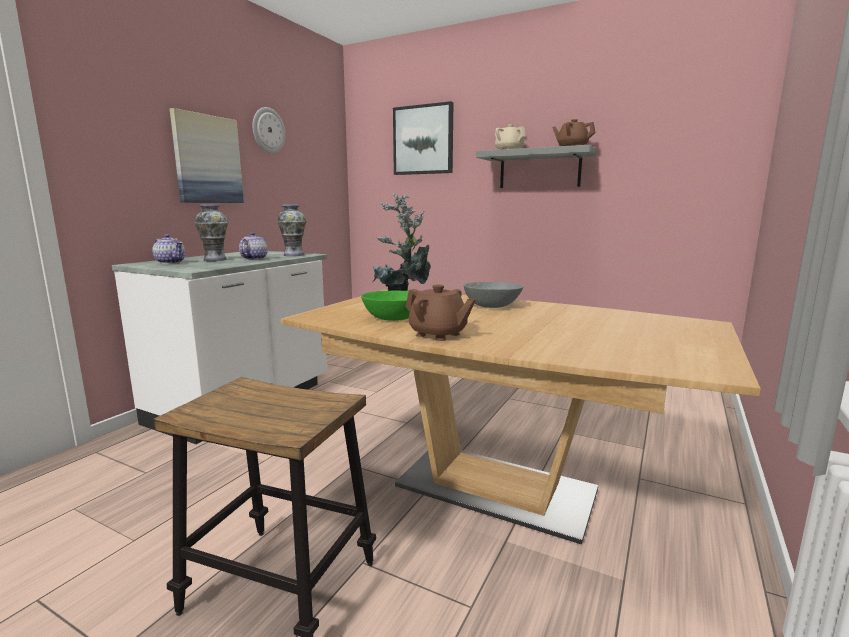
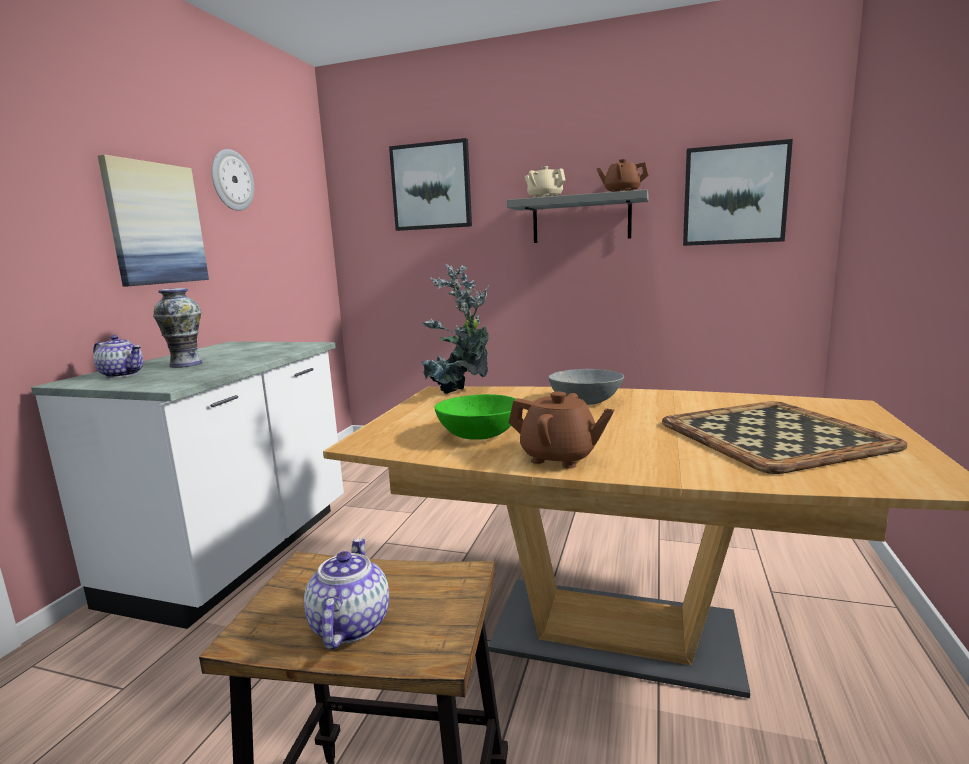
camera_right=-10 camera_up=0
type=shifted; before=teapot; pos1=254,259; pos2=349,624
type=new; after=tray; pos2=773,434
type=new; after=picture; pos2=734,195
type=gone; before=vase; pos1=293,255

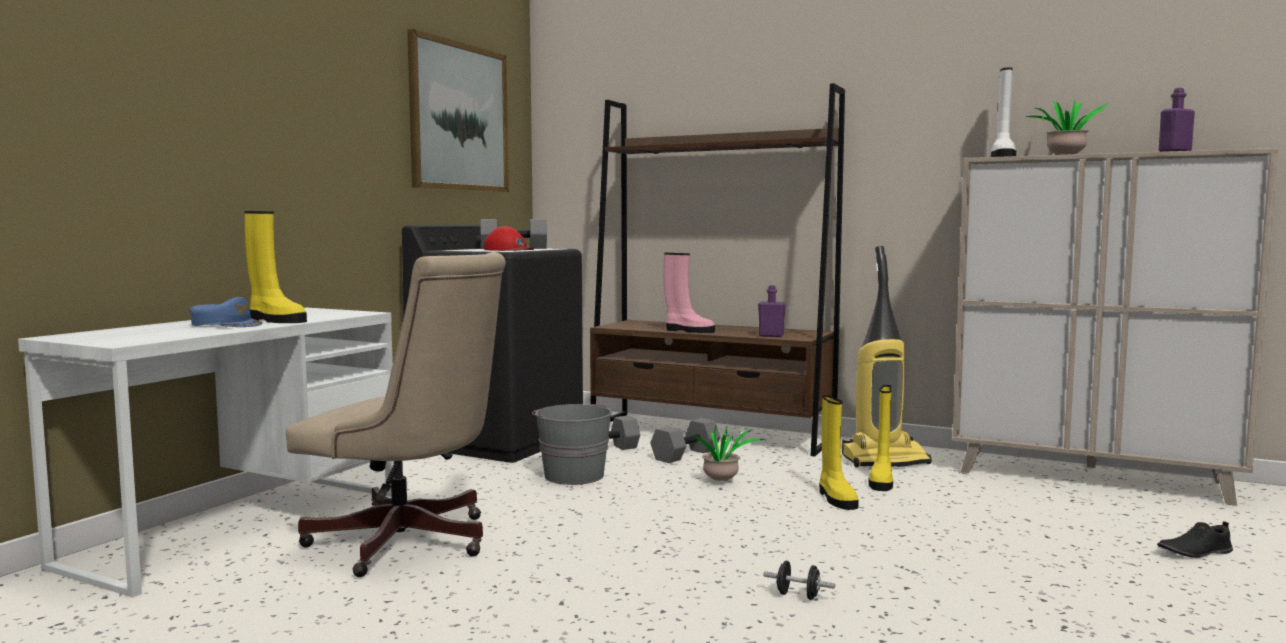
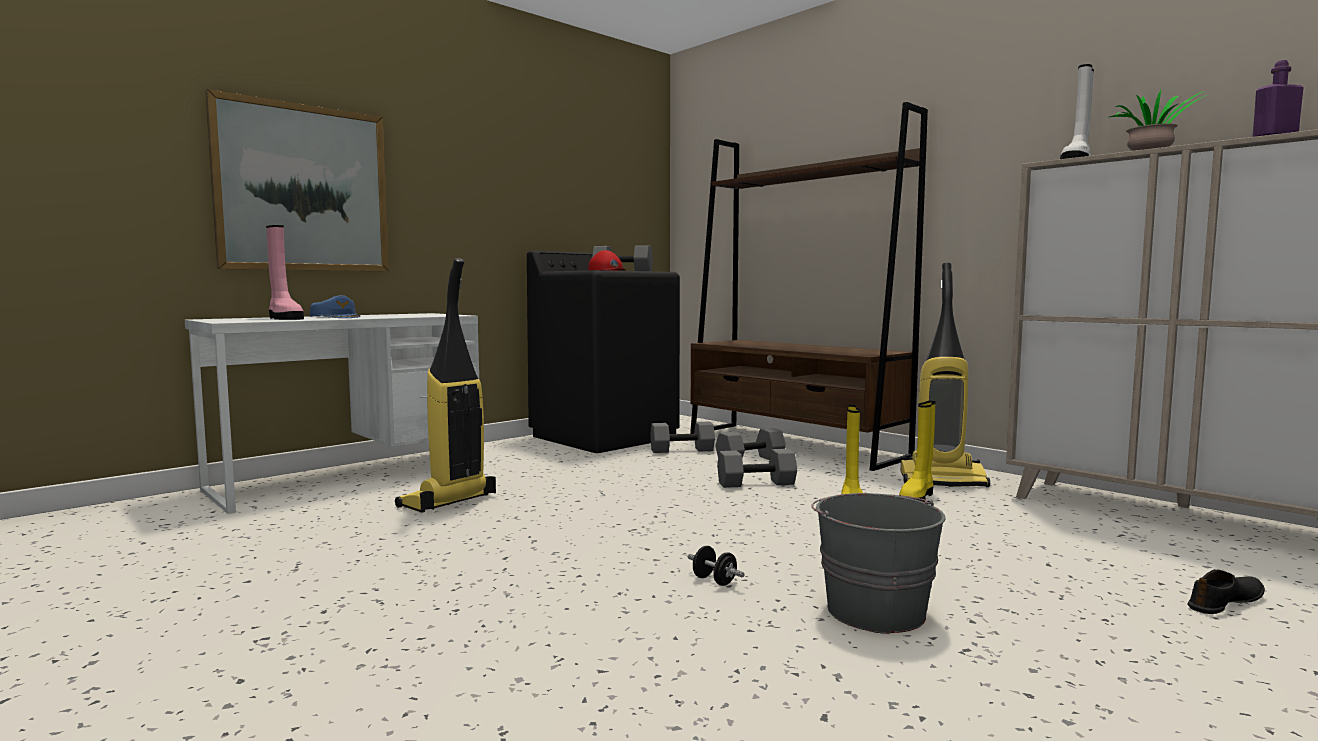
camera_right=20 camera_up=0
type=shifted; before=picture; pos1=459,117; pos2=303,188
type=shifted; before=boot (pink); pos1=688,331; pos2=284,318
type=swapped; before=office chair (beige); after=vacuum cleaner; pos1=410,544; pos2=447,502
type=swapped; before=potted plant; after=dumbbell (grey); pos1=721,482; pos2=756,483
type=shifted; before=bucket (grey); pos1=573,475; pos2=873,610
type=rotated; before=shoe (black); pos1=1194,552; pos2=1226,602; turn=150
type=gone; before=boot (yellow); pos1=275,320
type=gone; before=bottle (purple); pos1=771,336

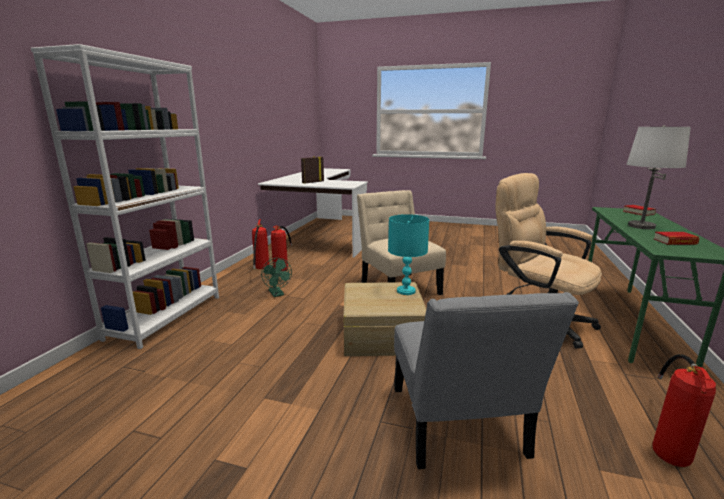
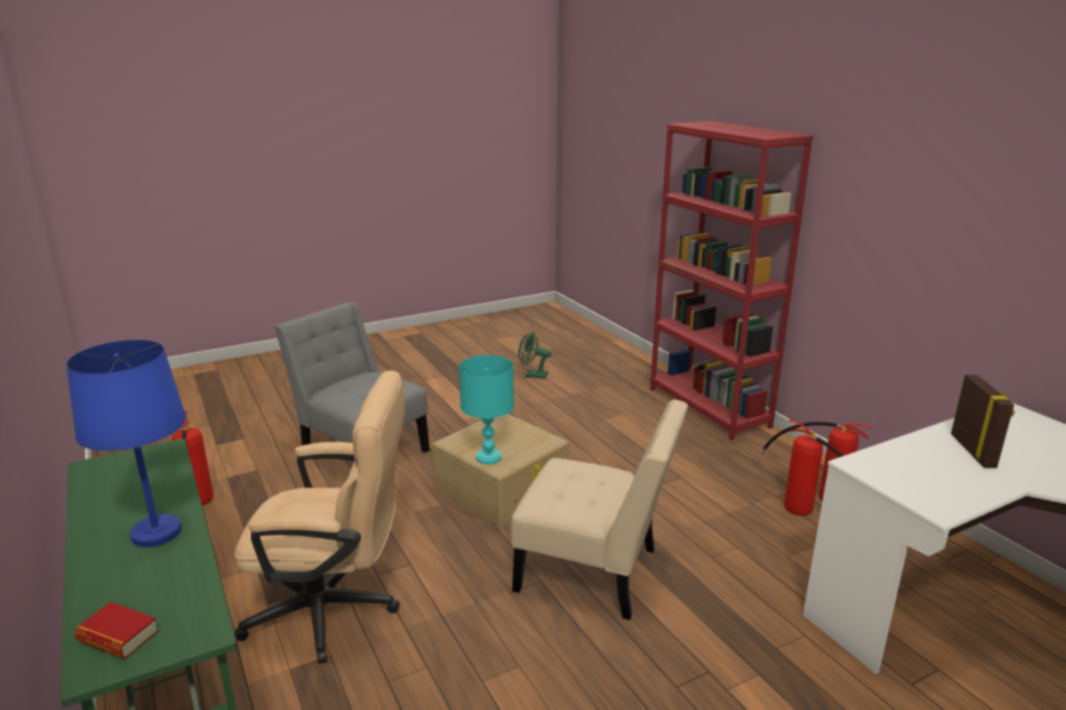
camera_right=135 camera_up=5
type=repainted; before=table lamp (white); after=table lamp (blue); pos1=641,226; pos2=157,532
type=shifted; before=fan (green); pos1=277,294; pos2=532,375
type=repainted; before=bookcase (white); after=bookcase (red); pos1=166,316; pos2=708,407
type=gone; before=book; pos1=675,242

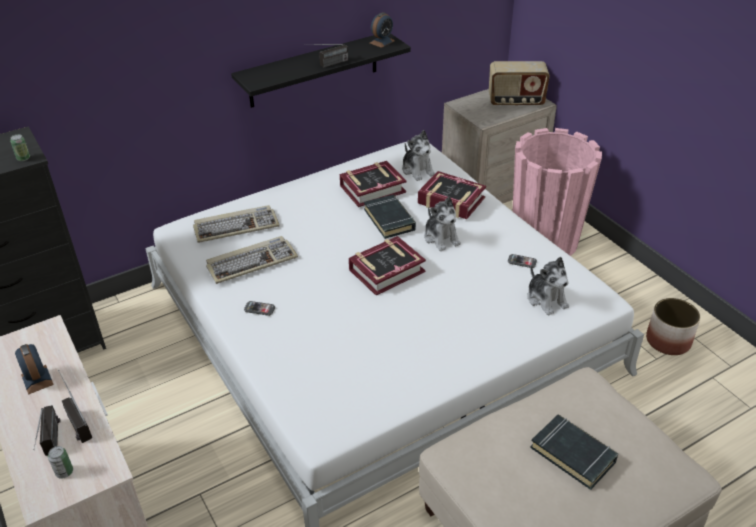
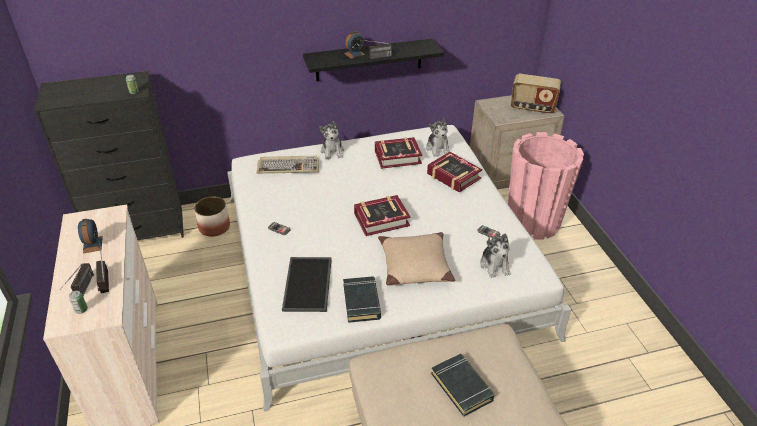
camera_right=15 camera_up=0
type=shifted; before=planter; pos1=668,341; pos2=215,227
type=new; after=tray; pos2=309,284
type=shifted; before=plush toy; pos1=441,238; pos2=332,151
type=shifted; before=book (black); pos1=389,220; pos2=362,302
type=shifted; before=alarm clock; pos1=382,42; pos2=354,54
type=new; after=pillow (beige); pos2=414,265
type=gone; before=keyboard; pos1=252,262

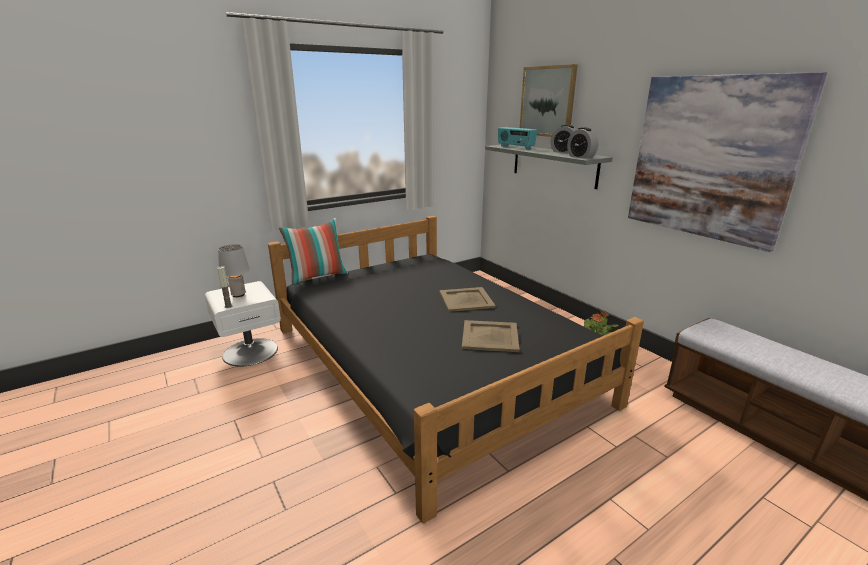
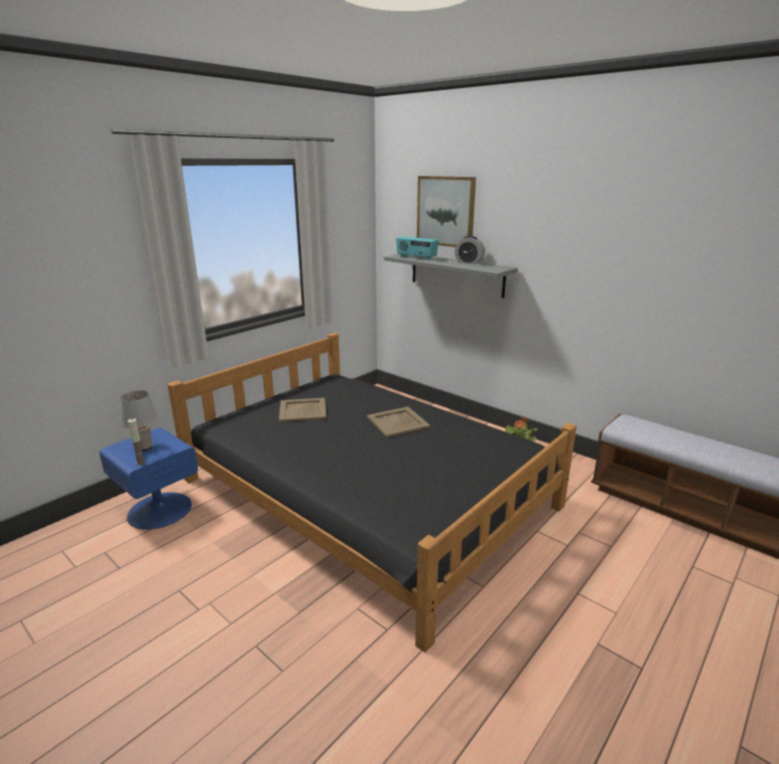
camera_right=-15 camera_up=0
type=repainted; before=nightstand (white); after=nightstand (blue); pos1=250,351; pos2=159,509
type=shifted; before=tray (beige); pos1=490,336; pos2=303,410
type=gone; before=pillow; pos1=317,276
type=gone; before=alarm clock; pos1=581,157
type=gone; before=picture; pos1=710,158

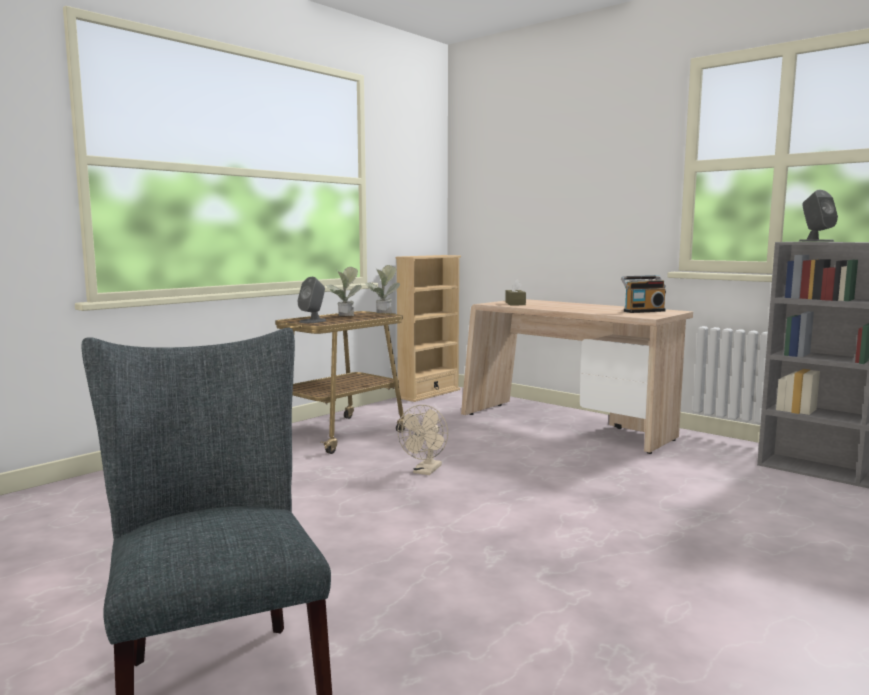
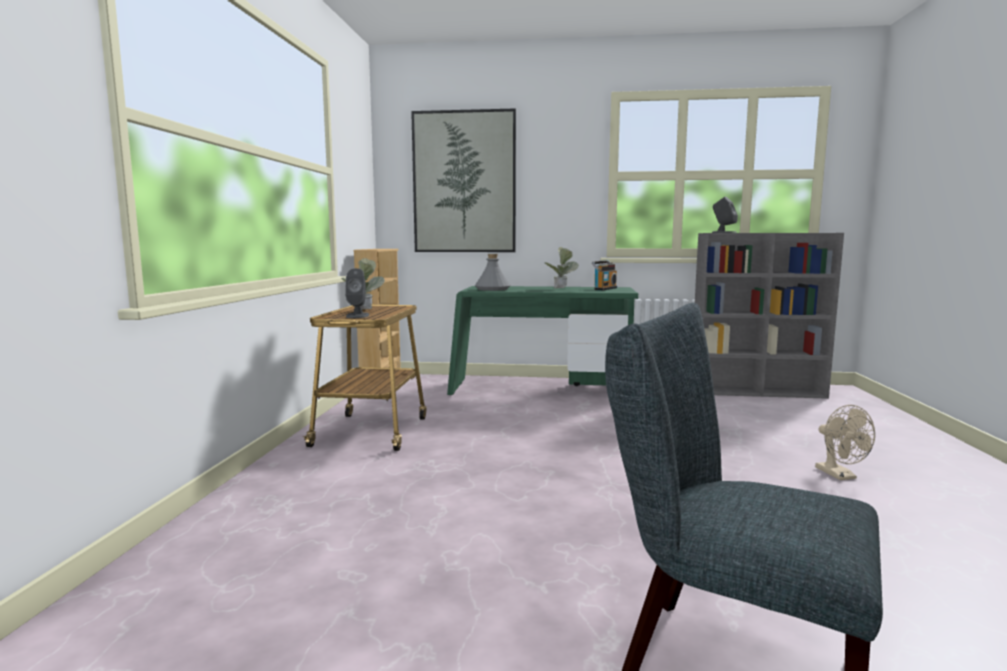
camera_right=-35 camera_up=0
type=new; after=picture; pos2=464,182
type=repainted; before=desk (beige); after=desk (green); pos1=567,426; pos2=540,390
type=swapped; before=tissue box (brown); after=bottle (grey); pos1=515,303; pos2=492,289
type=shifted; before=potted plant; pos1=382,314; pos2=561,289
type=shifted; before=fan (beige); pos1=425,471; pos2=840,475

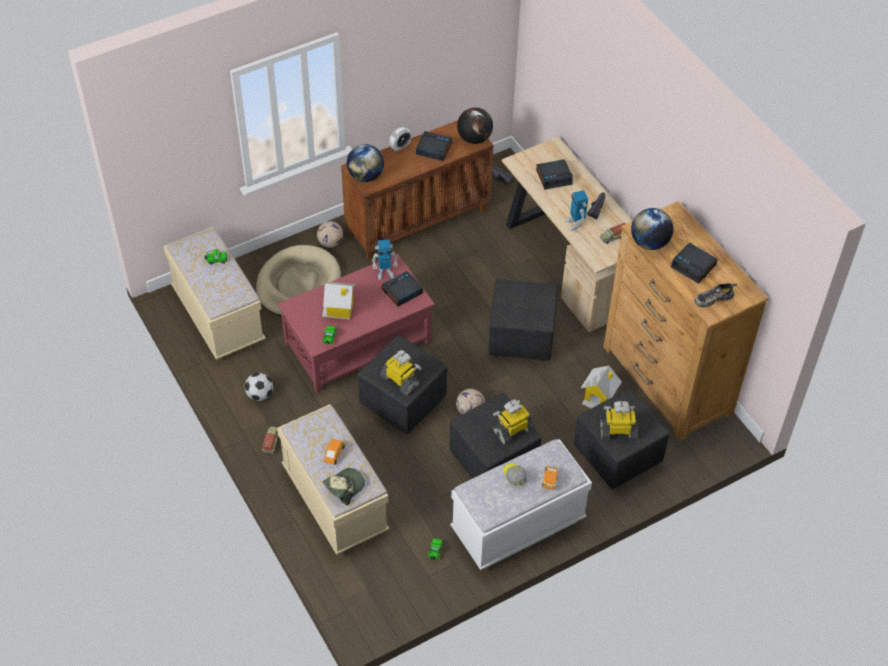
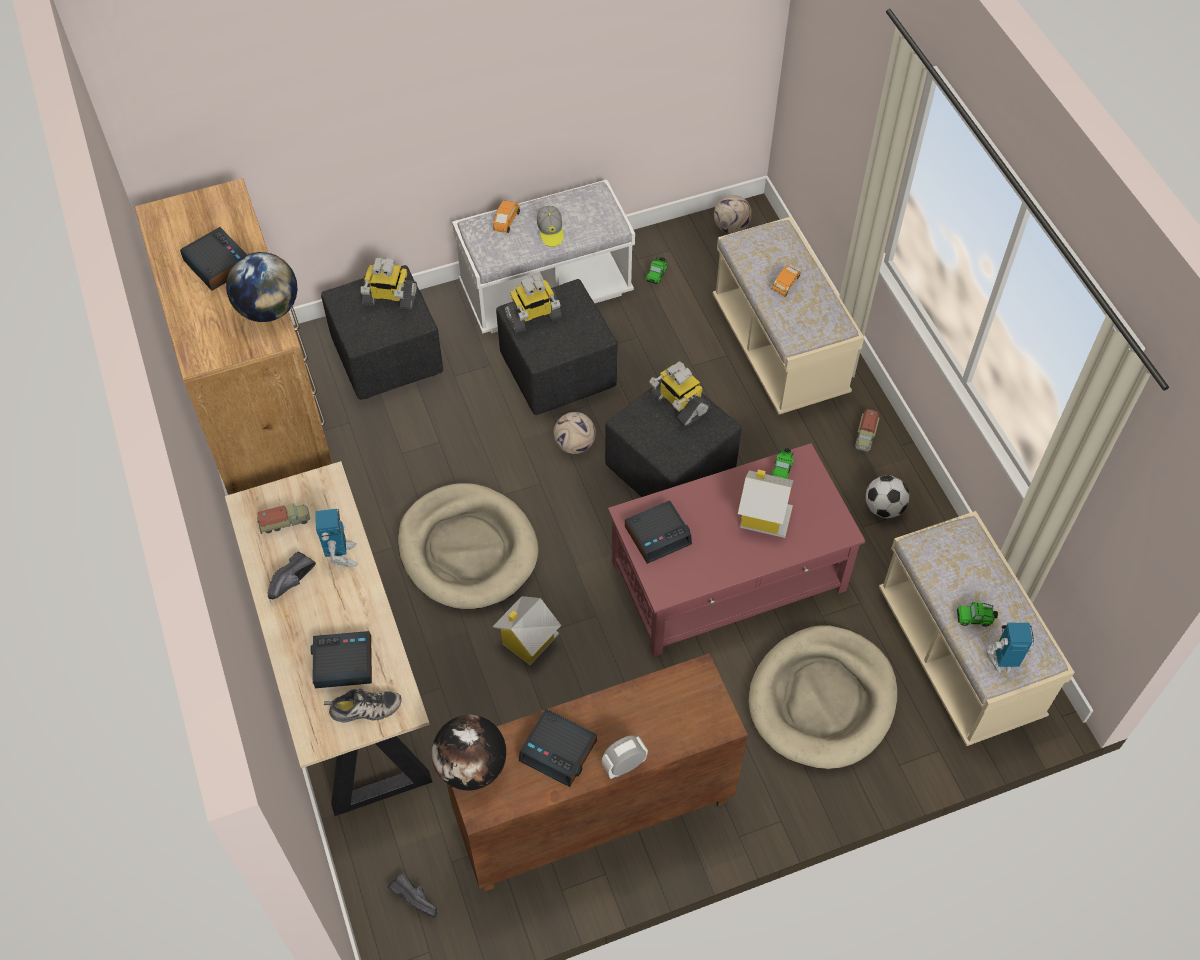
camera_right=-170 camera_up=5
type=shifted; before=shoe; pos1=713,297; pos2=365,710
type=swapped; before=ottoman (black); after=dog bed (beige); pos1=521,338; pos2=468,549
type=shifted; before=toy house; pos1=599,398; pos2=528,641
type=shifted; before=football; pos1=330,243; pos2=731,227
type=shifted; before=toy robot; pos1=385,272; pos2=1002,662
type=gone; before=cap; pos1=344,487
type=gone; before=globe; pos1=366,176

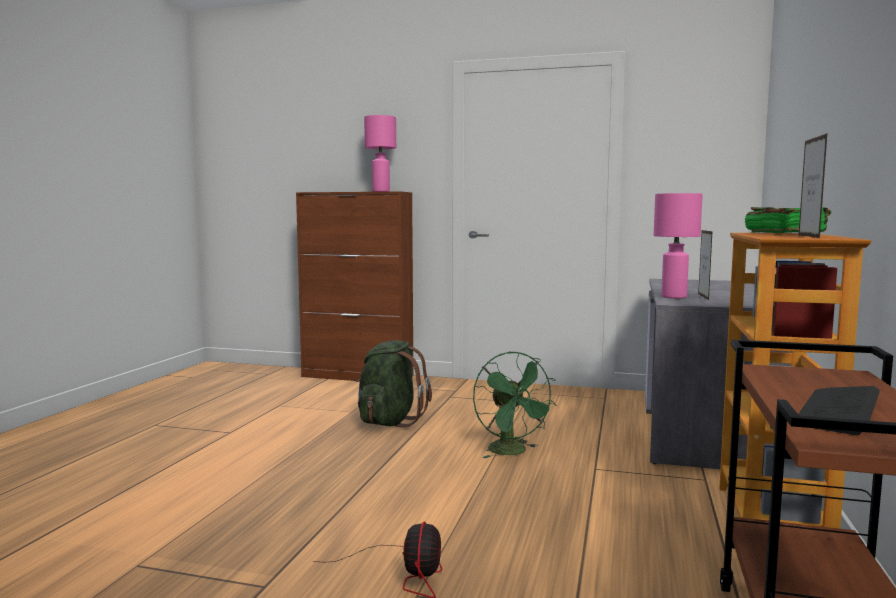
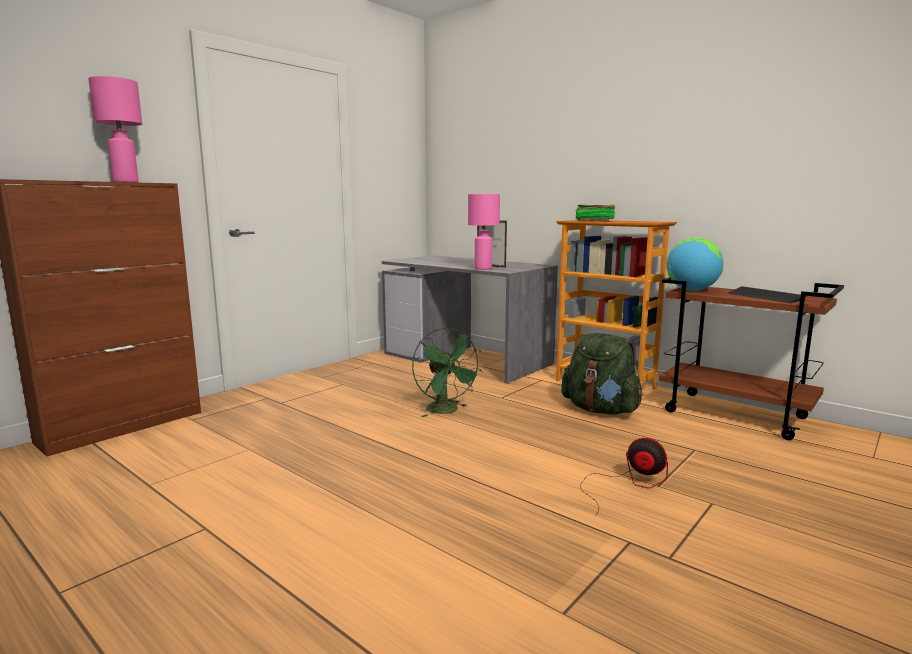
camera_right=-65 camera_up=5
type=rotated; before=fan (green); pos1=513,452; pos2=446,411; turn=60
type=shifted; before=backpack (green); pos1=389,421; pos2=600,410
type=new; after=globe; pos2=691,290
type=gone; before=picture frame; pos1=808,237

